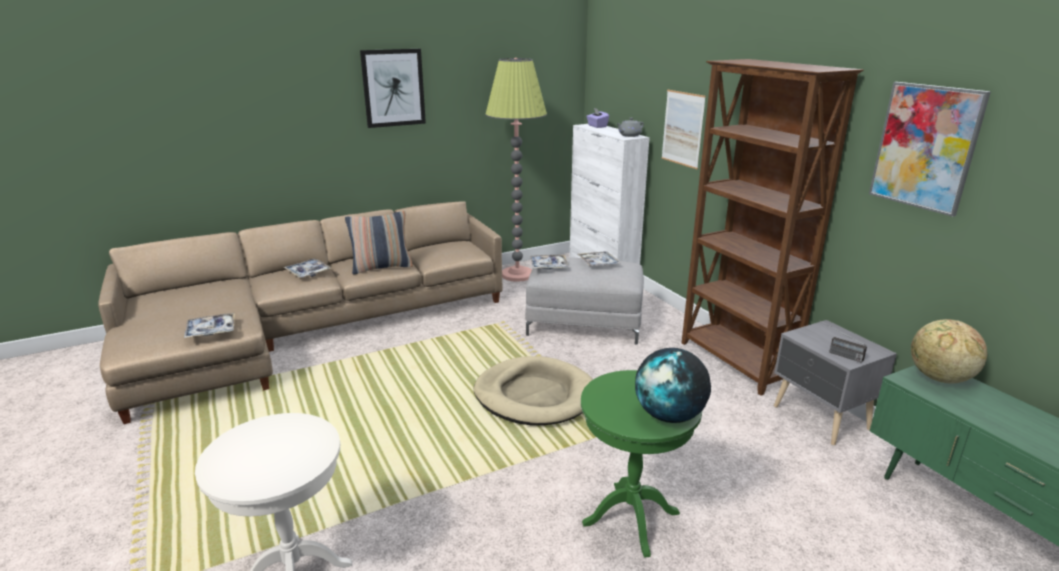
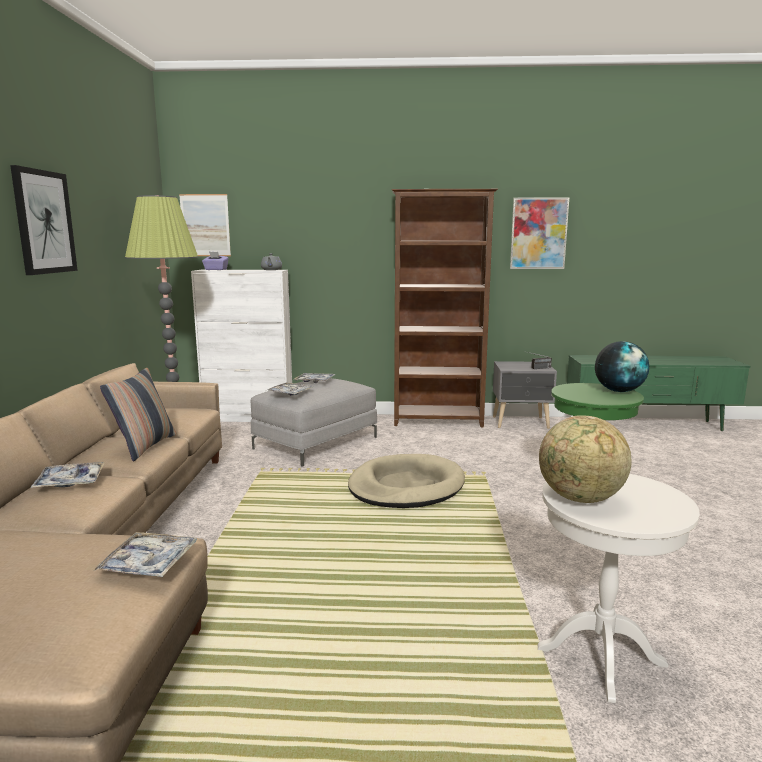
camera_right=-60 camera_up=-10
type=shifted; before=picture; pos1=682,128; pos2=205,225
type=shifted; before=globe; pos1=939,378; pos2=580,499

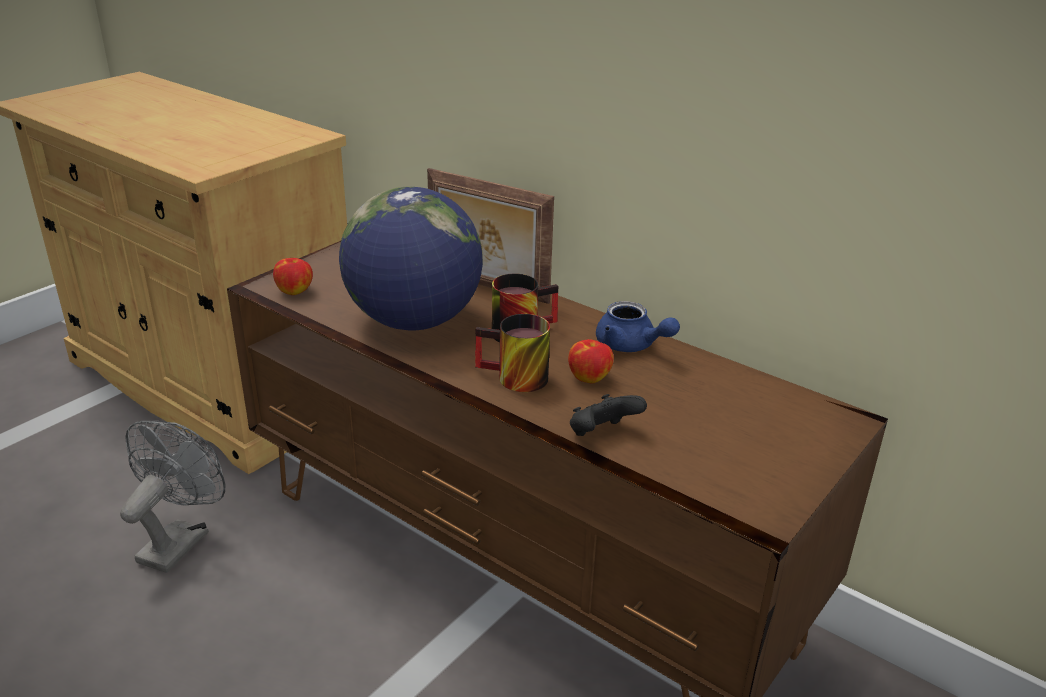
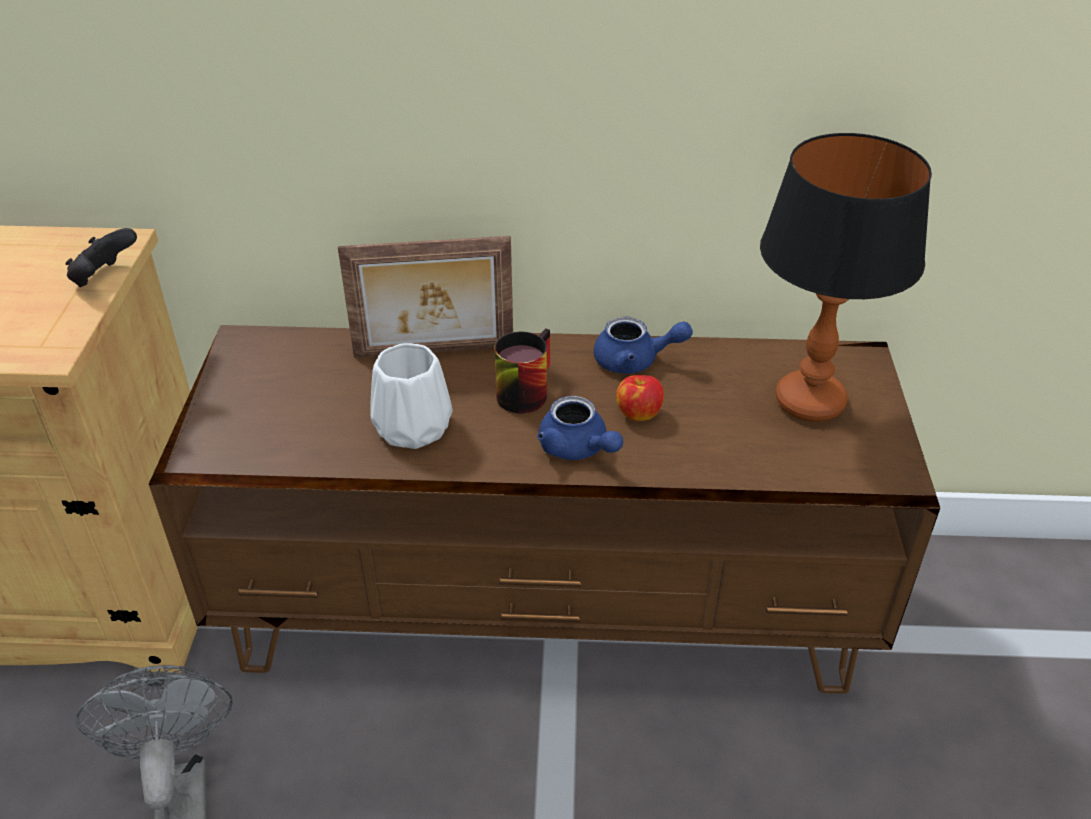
camera_right=-35 camera_up=10
type=shifted; before=game controller (black); pos1=602,434; pos2=104,278
type=swapped; before=globe; after=vase (white); pos1=414,321; pos2=410,428
type=swapped; before=mug; after=teapot (blue); pos1=513,379; pos2=577,449
type=new; after=table lamp; pos2=808,402
type=gone; before=apple; pos1=295,291

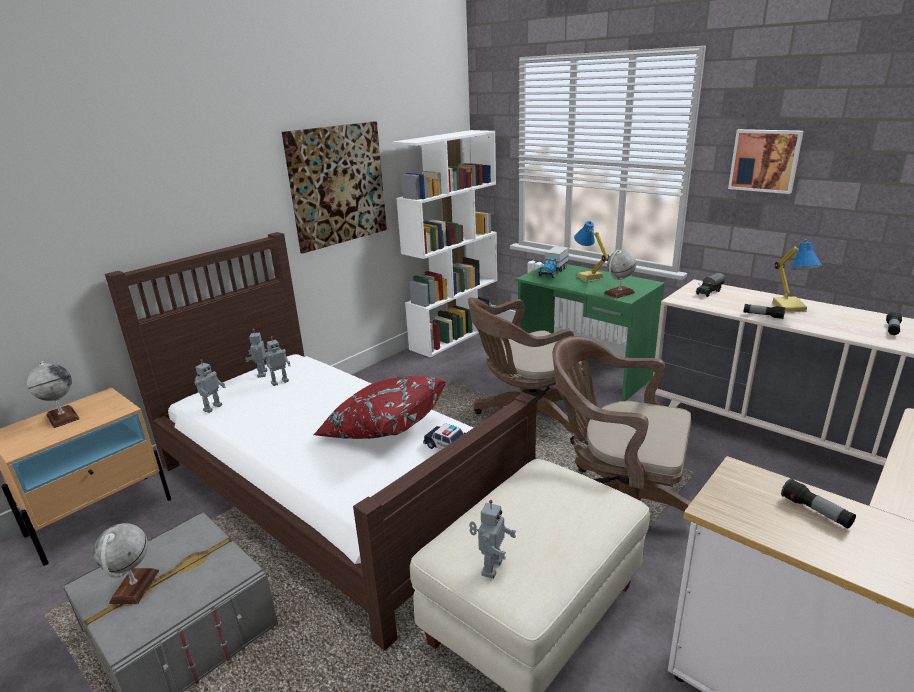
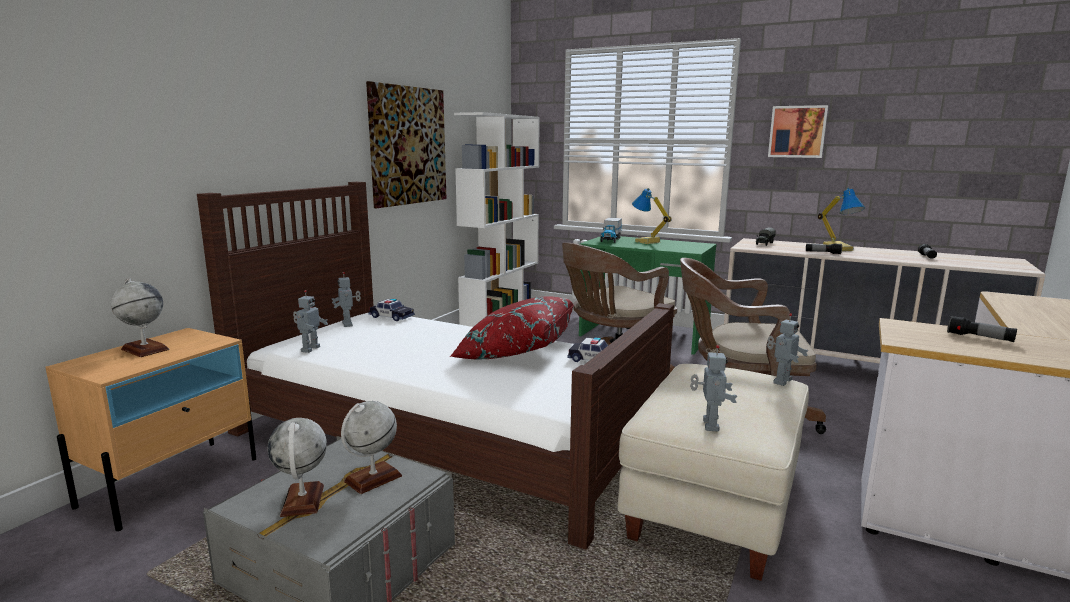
camera_right=-15 camera_up=-10
type=shifted; before=globe; pos1=619,293; pos2=373,479
type=new; after=toy car; pos2=391,317
type=shifted; before=toy robot; pos1=279,382; pos2=781,381

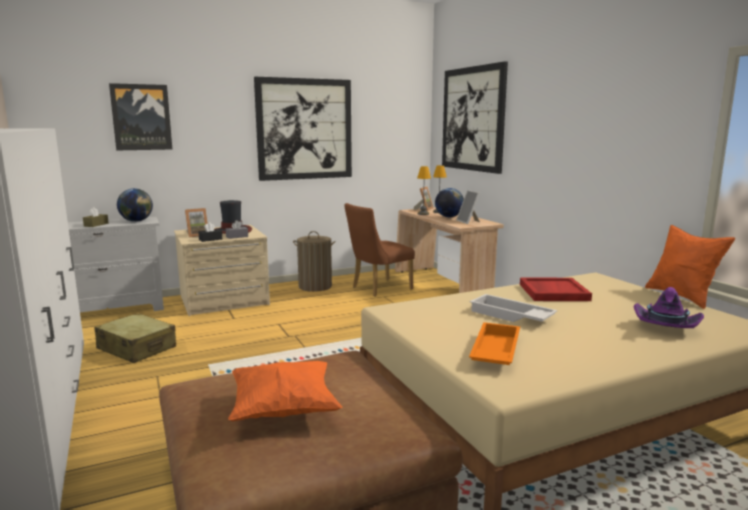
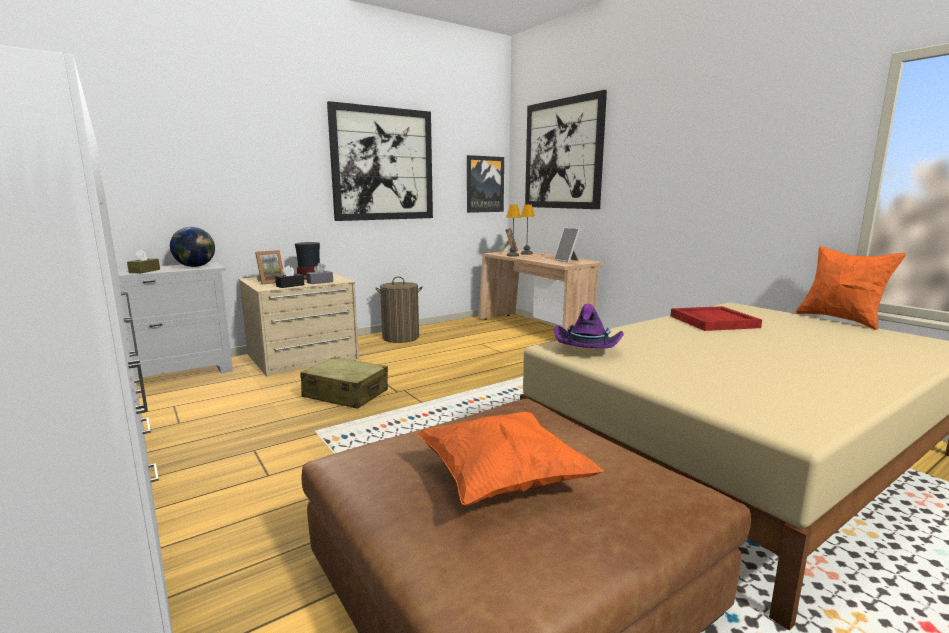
camera_right=-10 camera_up=0
type=shifted; before=suitcase (beige); pos1=137,348; pos2=346,394
type=shifted; before=picture; pos1=141,117; pos2=484,184
type=shifted; before=hat (purple); pos1=665,327; pos2=587,349
type=gone; before=chair (brown); pos1=378,288
type=gone; before=globe; pos1=449,217
type=gone; before=tray (orange); pos1=494,351
type=gone; before=tray (white); pos1=510,316

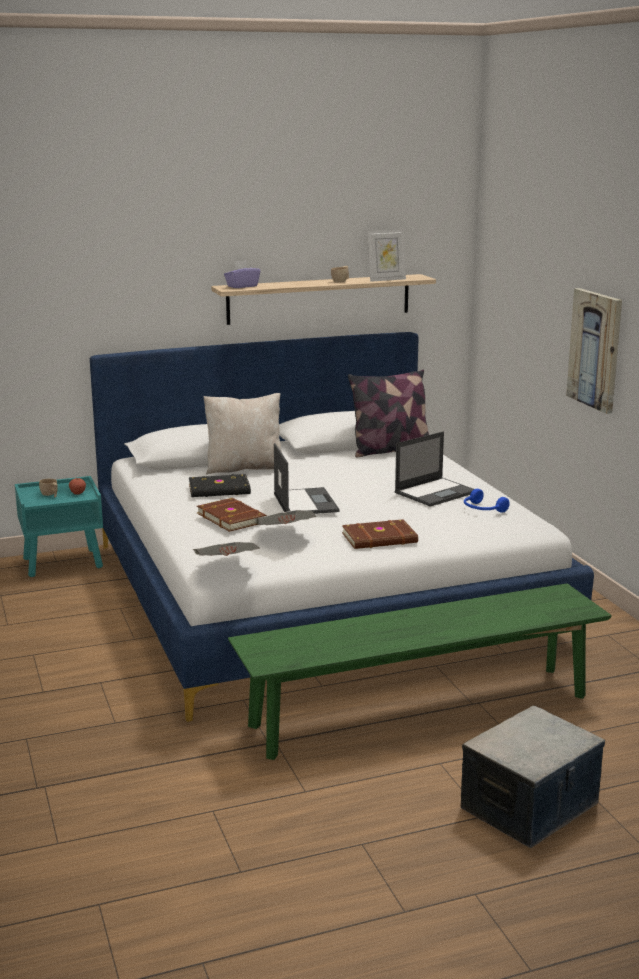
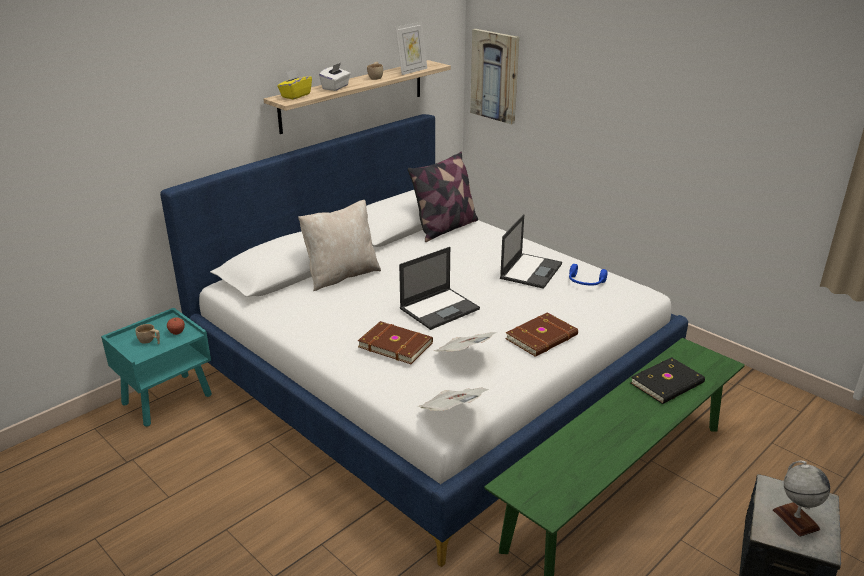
camera_right=-25 camera_up=10
type=repainted; before=tissue box (purple); after=tissue box (yellow); pos1=242,286; pos2=295,95
type=new; after=tissue box (white); pos2=336,87
type=rotated; before=laptop; pos1=305,502; pos2=440,308; turn=90
type=shifted; before=picture; pos1=595,349; pos2=495,76
type=shifted; before=book (black); pos1=220,490; pos2=668,384
type=new; after=globe; pos2=795,519

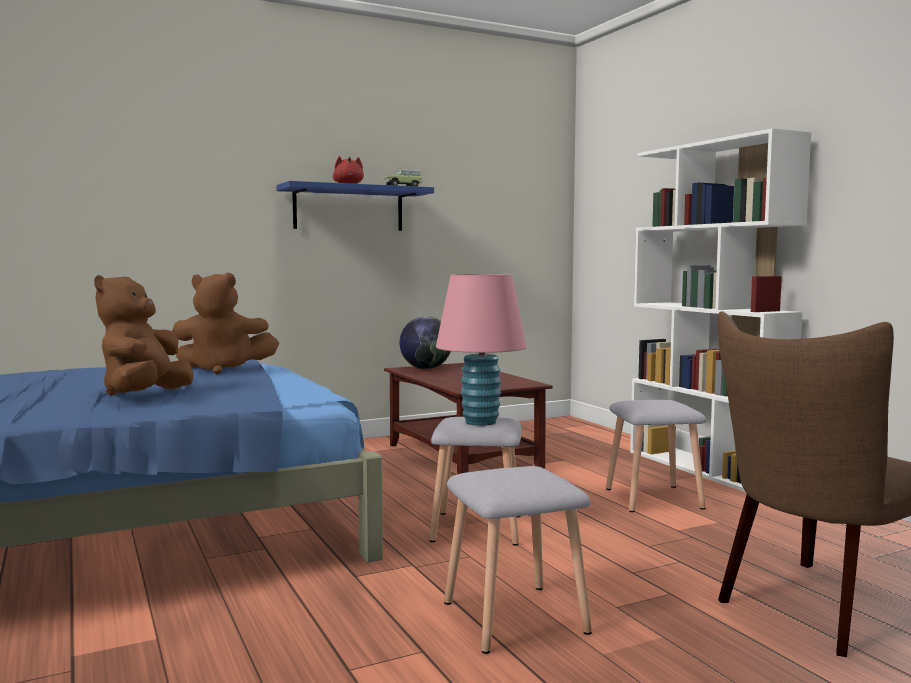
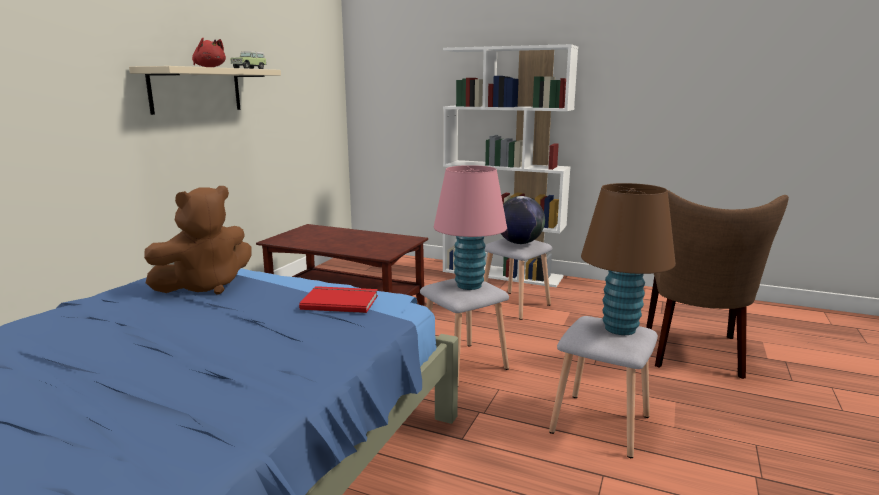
camera_right=-40 camera_up=10
type=repainted; before=shelf (blue); after=shelf (beige); pos1=348,209; pos2=196,90
type=new; after=book (red); pos2=340,301
type=shifted; before=globe; pos1=425,368; pos2=519,243
type=new; after=table lamp (brown); pos2=619,329
type=gone; before=plush toy (brown); pos1=145,396

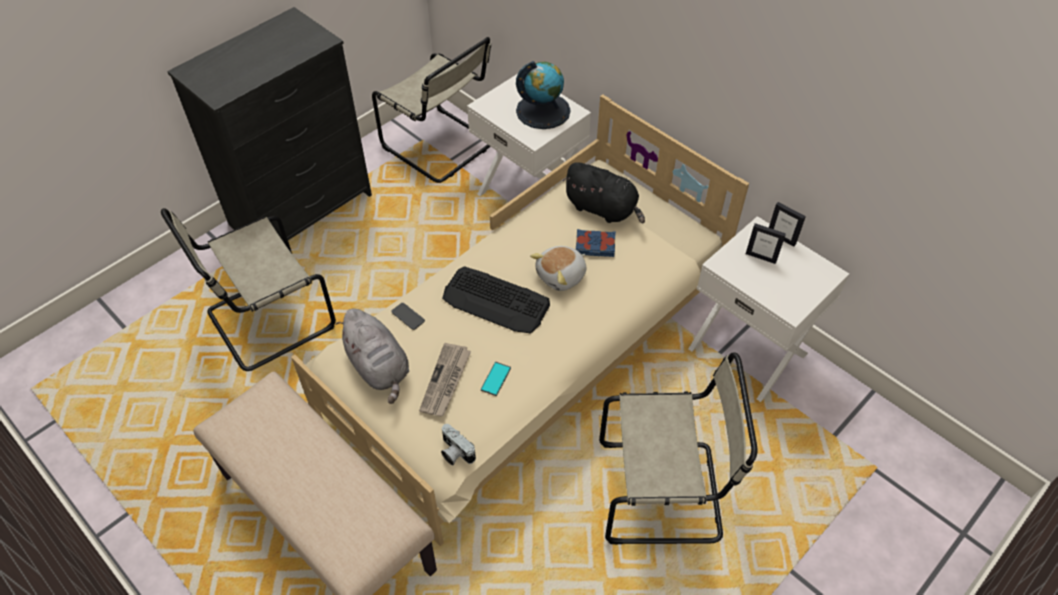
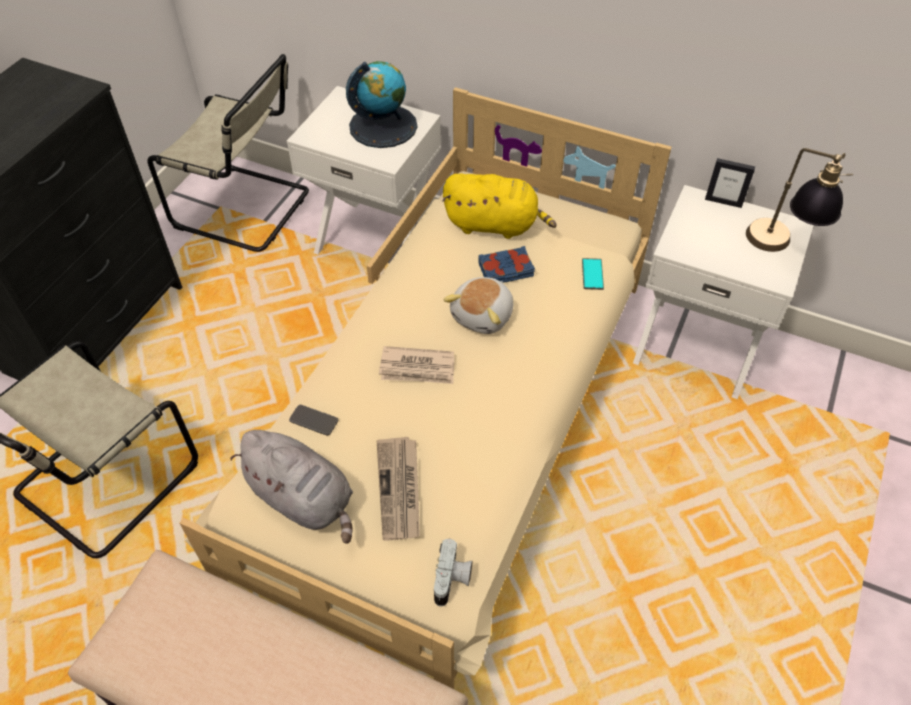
camera_right=-20 camera_up=0
type=swapped; before=keyboard; after=newspaper; pos1=496,301; pos2=418,368
type=rotated; before=photo camera; pos1=454,452; pos2=453,580; turn=-105
type=repainted; before=plush toy (black); after=plush toy (yellow); pos1=603,209; pos2=495,225
type=shifted; before=phone; pos1=495,379; pos2=592,274
type=new; after=table lamp; pos2=780,248
type=gone; before=chair (beige); pos1=664,492
type=gone; before=picture frame; pos1=761,257

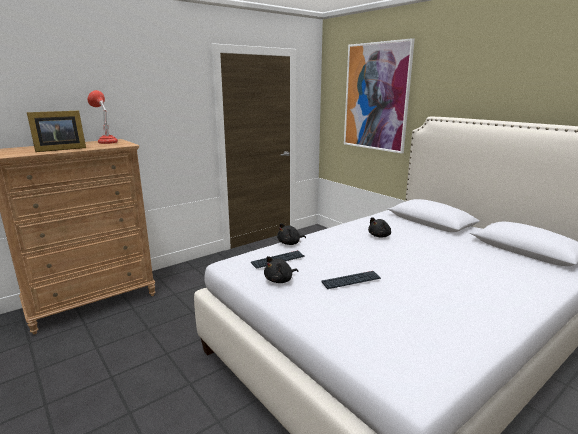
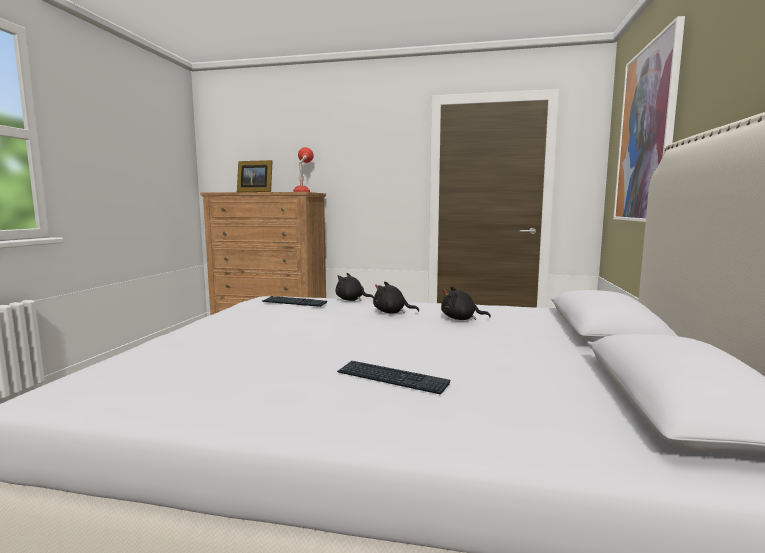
camera_right=50 camera_up=-10
type=shifted; before=keyboard; pos1=351,281; pos2=391,379
type=shifted; before=plush toy (black); pos1=280,280; pos2=392,312

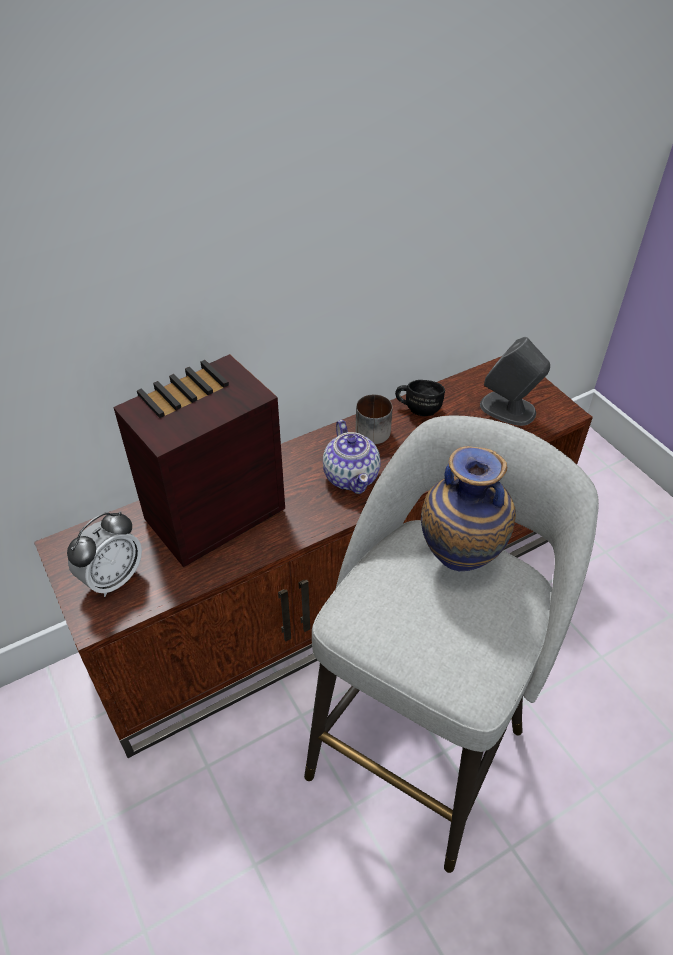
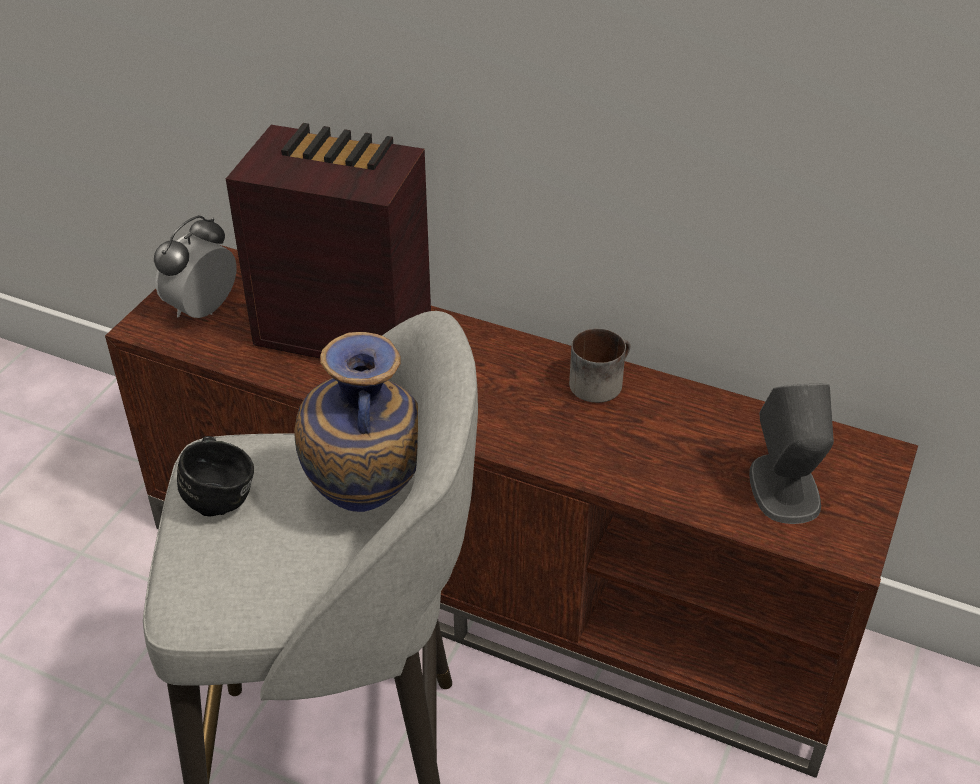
camera_right=55 camera_up=-5
type=rotated; before=alarm clock; pos1=113,578; pos2=203,310; turn=120
type=shifted; before=mug (black); pos1=418,408; pos2=221,494
type=gone; before=teapot; pos1=351,476

